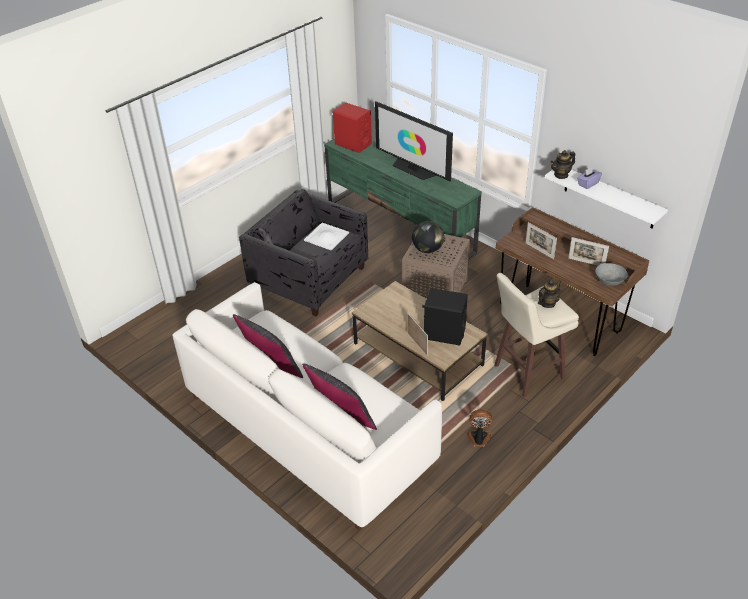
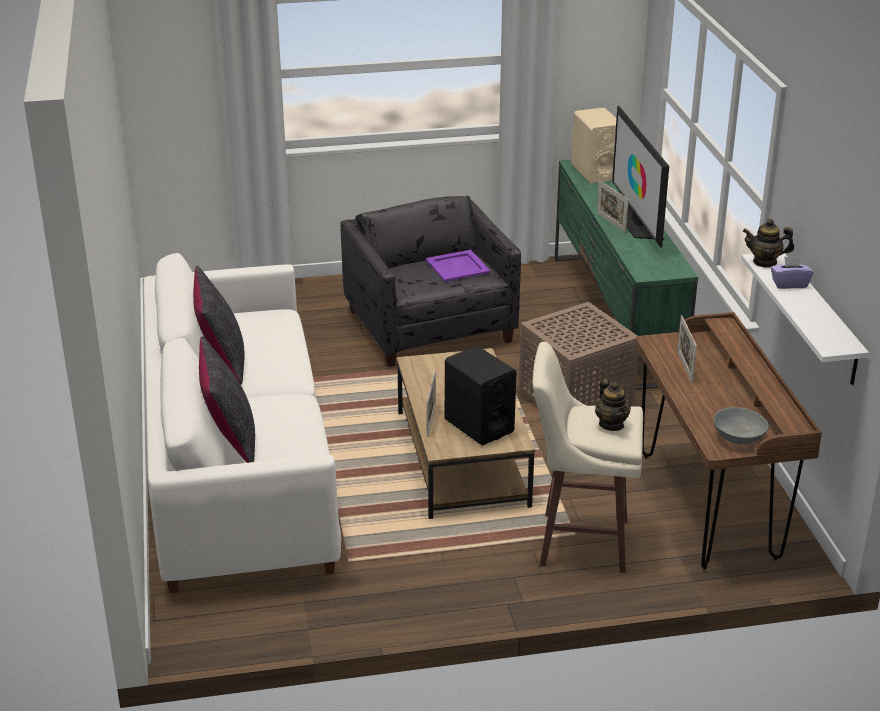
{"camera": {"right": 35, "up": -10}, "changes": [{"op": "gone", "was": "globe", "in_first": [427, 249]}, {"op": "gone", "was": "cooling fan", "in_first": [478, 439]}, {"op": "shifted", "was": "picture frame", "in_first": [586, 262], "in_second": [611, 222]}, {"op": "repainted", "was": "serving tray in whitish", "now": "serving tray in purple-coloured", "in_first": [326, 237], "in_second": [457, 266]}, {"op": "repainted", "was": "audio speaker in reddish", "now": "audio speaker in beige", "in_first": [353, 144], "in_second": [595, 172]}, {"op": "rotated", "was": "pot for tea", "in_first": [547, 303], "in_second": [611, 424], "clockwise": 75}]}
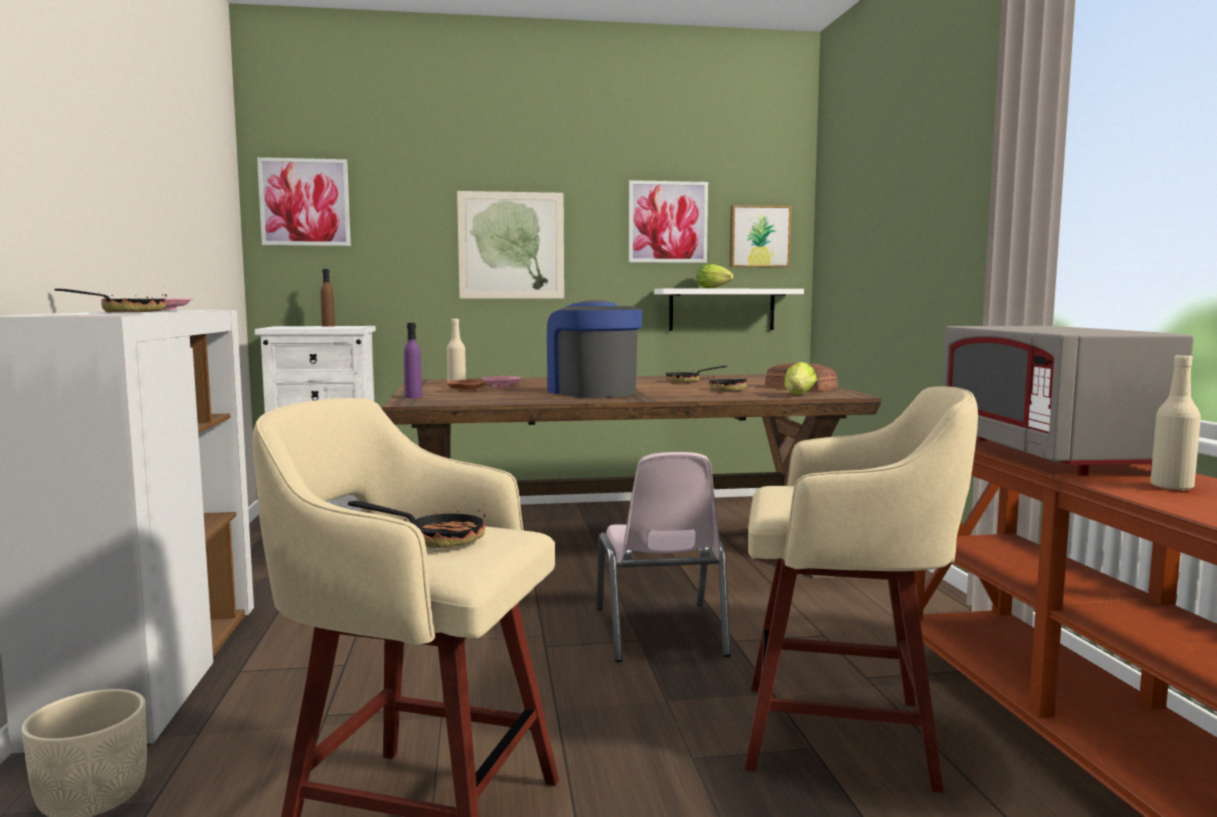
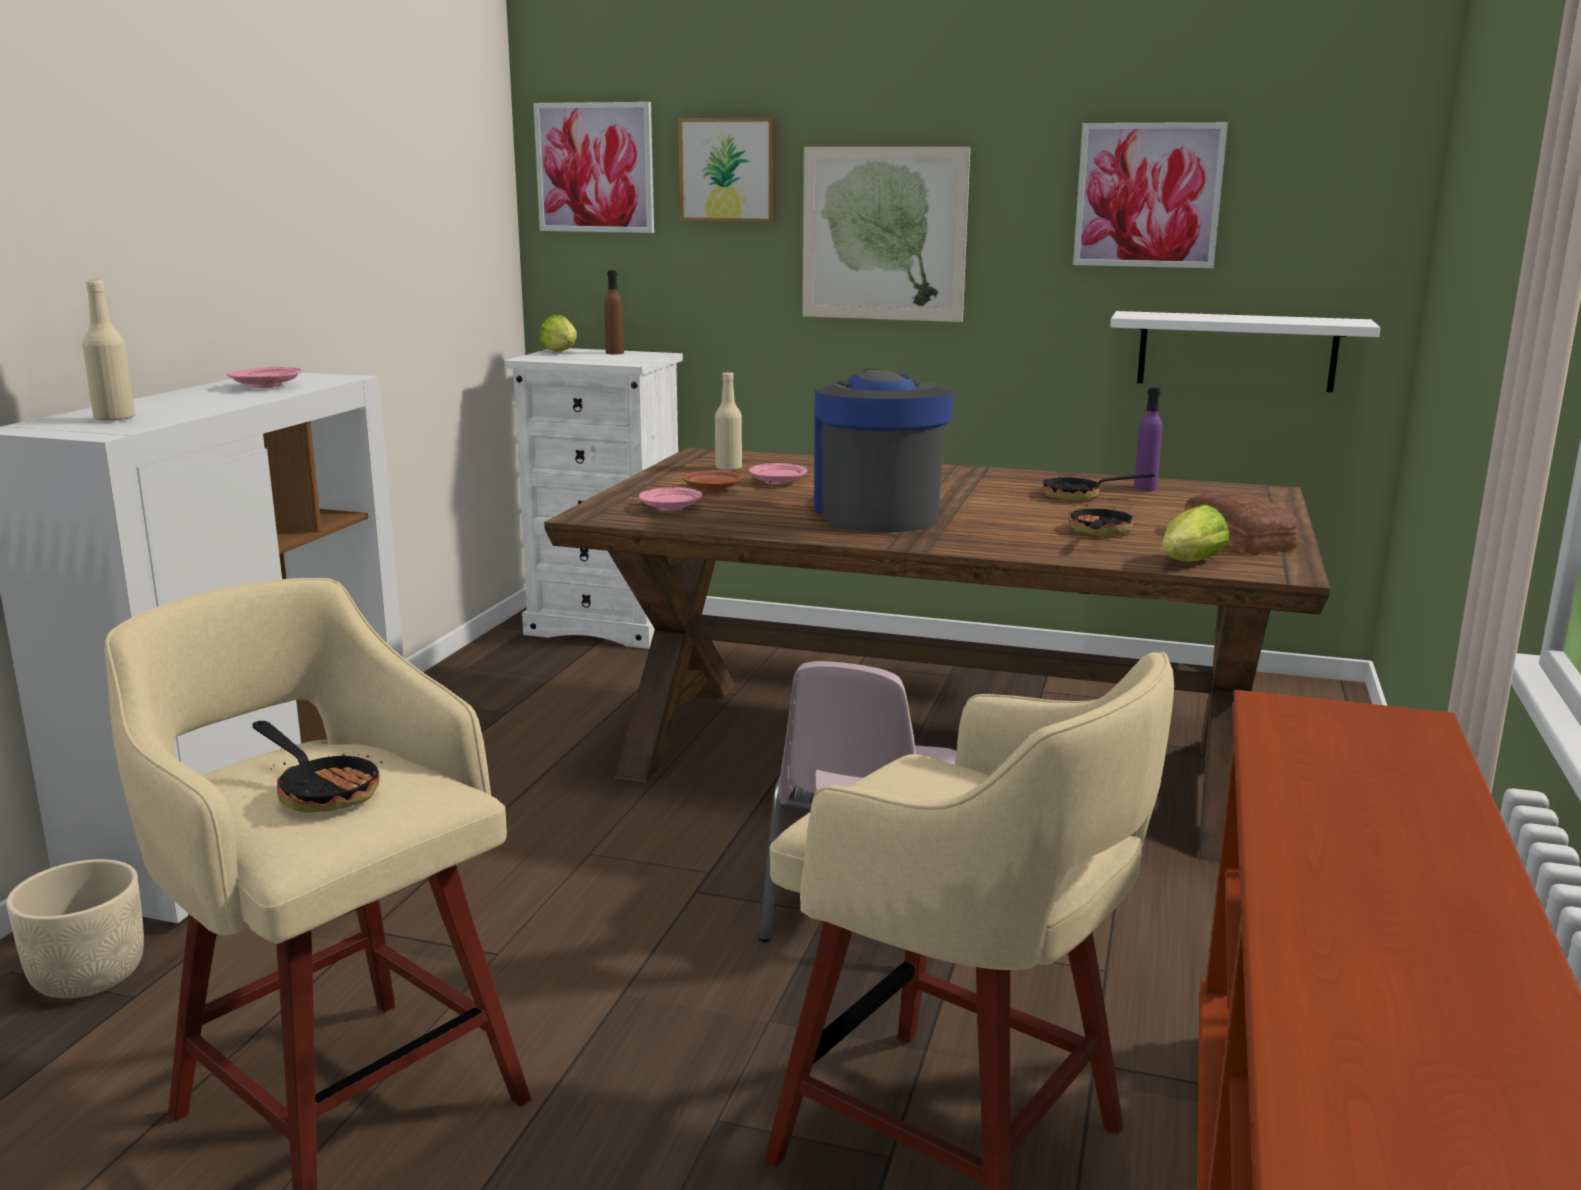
{"camera": {"right": 25, "up": 10}, "changes": [{"op": "gone", "was": "skillet", "in_first": [125, 312]}, {"op": "gone", "was": "microwave oven in gray", "in_first": [1046, 454]}, {"op": "new", "now": "flat dish in pinkish", "in_second": [671, 508]}, {"op": "shifted", "was": "bottle in purple-coloured", "in_first": [413, 397], "in_second": [1145, 488]}, {"op": "shifted", "was": "lettuce", "in_first": [715, 288], "in_second": [562, 352]}, {"op": "shifted", "was": "wall picture", "in_first": [759, 236], "in_second": [729, 170]}, {"op": "shifted", "was": "bottle in beige", "in_first": [1171, 487], "in_second": [114, 419]}]}
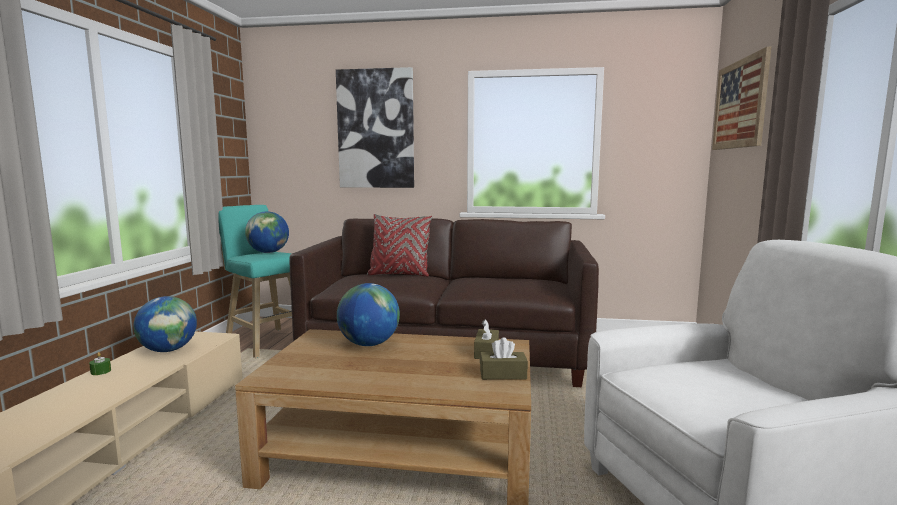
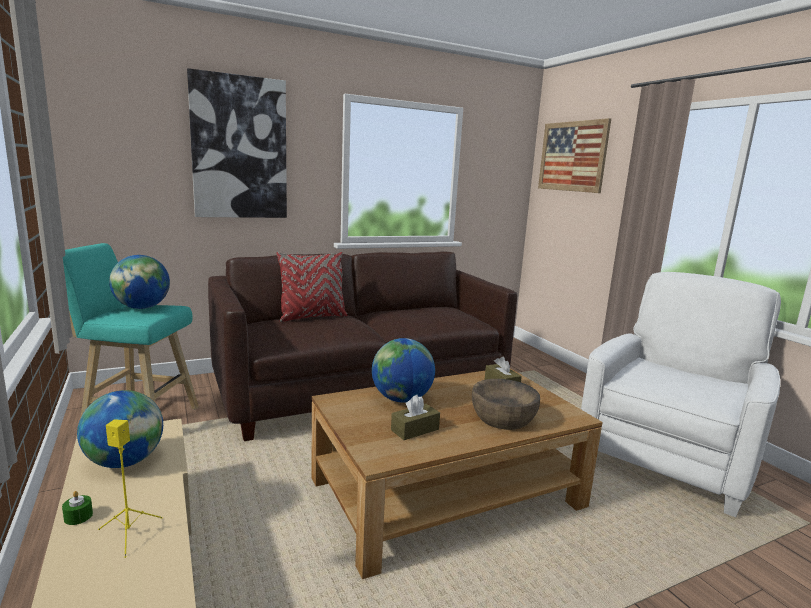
{"camera": {"right": -35, "up": 5}, "changes": [{"op": "new", "now": "audio speaker in yellow-coloured", "in_second": [129, 533]}, {"op": "new", "now": "deep dish in brownish", "in_second": [503, 418]}, {"op": "shifted", "was": "tissue holder in brownish", "in_first": [503, 374], "in_second": [415, 430]}]}
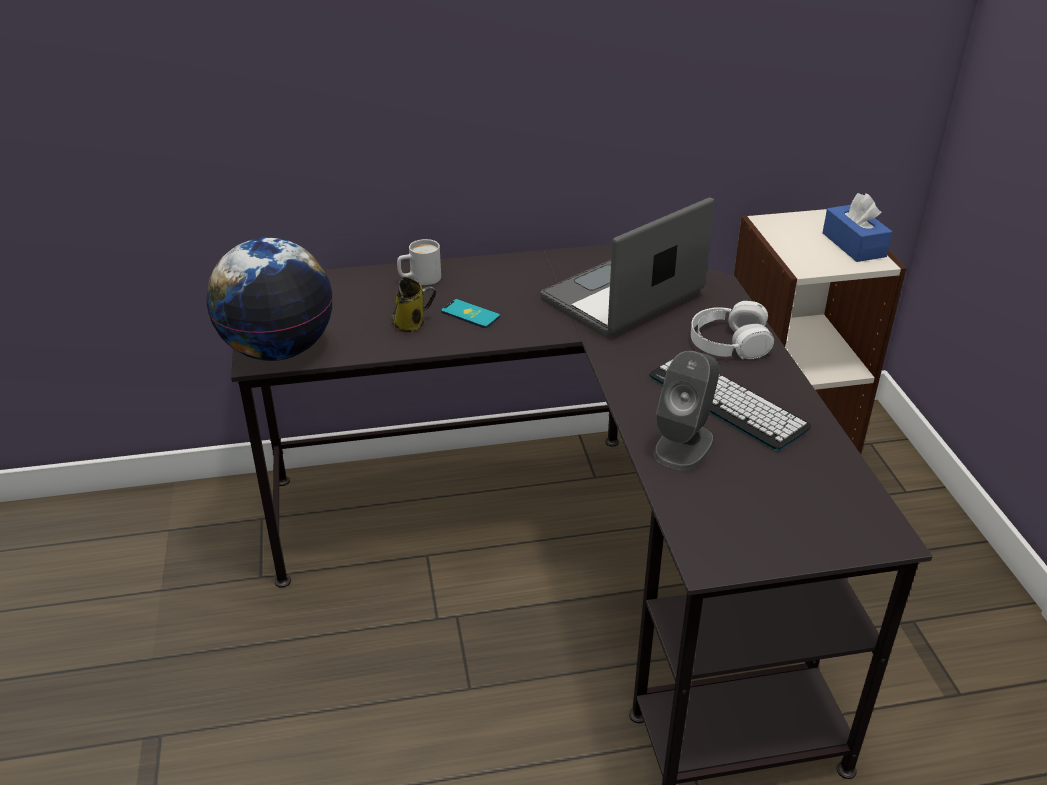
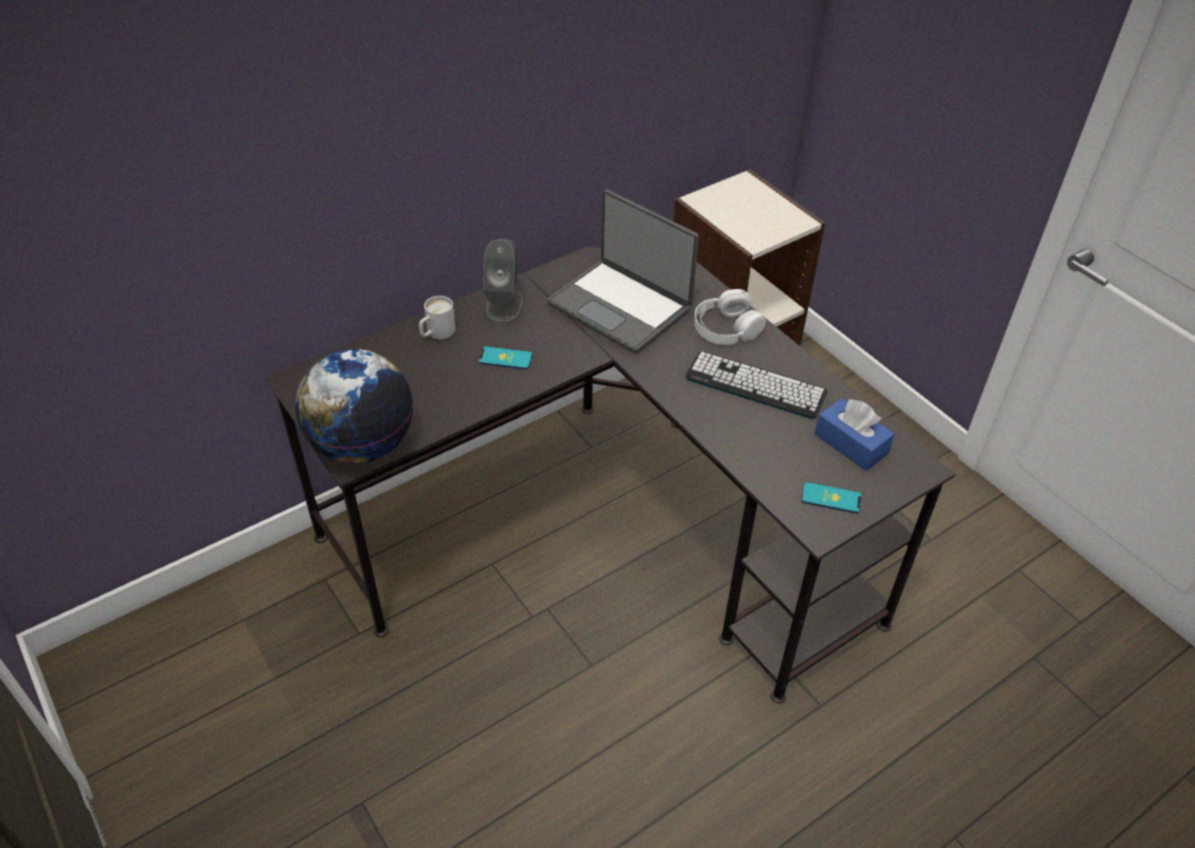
{"camera": {"right": -25, "up": 10}, "changes": [{"op": "gone", "was": "mug", "in_first": [411, 323]}, {"op": "new", "now": "handset", "in_second": [831, 498]}, {"op": "shifted", "was": "audio speaker in gray", "in_first": [684, 446], "in_second": [504, 306]}, {"op": "shifted", "was": "tissue holder in blue", "in_first": [853, 245], "in_second": [851, 444]}, {"op": "rotated", "was": "laptop", "in_first": [624, 298], "in_second": [621, 306], "clockwise": -75}]}
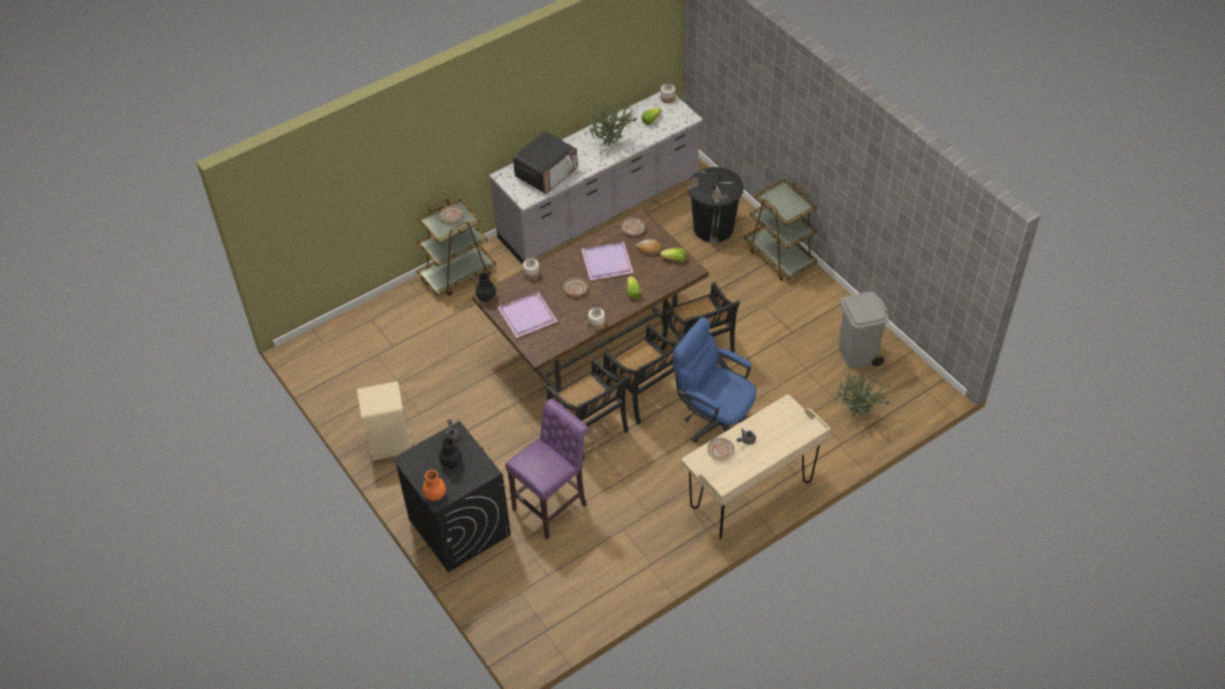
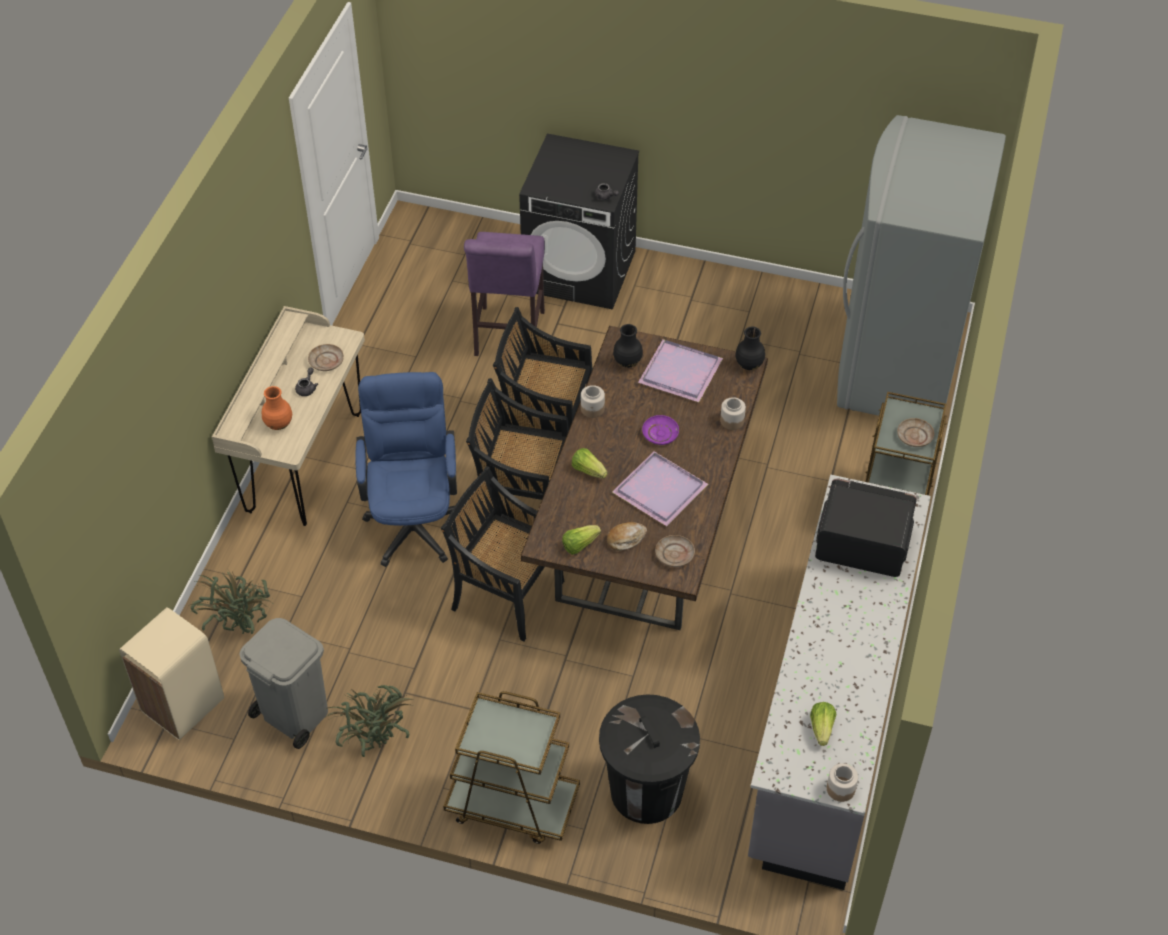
{"camera": {"right": 140, "up": 0}, "changes": [{"op": "new", "now": "refrigerator in gray", "in_second": [897, 366]}, {"op": "shifted", "was": "trash can in beige", "in_first": [390, 444], "in_second": [182, 705]}, {"op": "shifted", "was": "vase in orange", "in_first": [435, 496], "in_second": [278, 423]}, {"op": "shifted", "was": "vase in blackish", "in_first": [451, 463], "in_second": [628, 362]}, {"op": "shifted", "was": "houseplant", "in_first": [611, 145], "in_second": [375, 744]}, {"op": "repainted", "was": "flat dish in beige", "now": "flat dish in purple-coloured", "in_first": [575, 289], "in_second": [660, 434]}, {"op": "rotated", "was": "microwave oven", "in_first": [546, 173], "in_second": [861, 543], "clockwise": 105}, {"op": "rotated", "was": "computer chair in blue", "in_first": [714, 420], "in_second": [413, 519], "clockwise": -90}]}
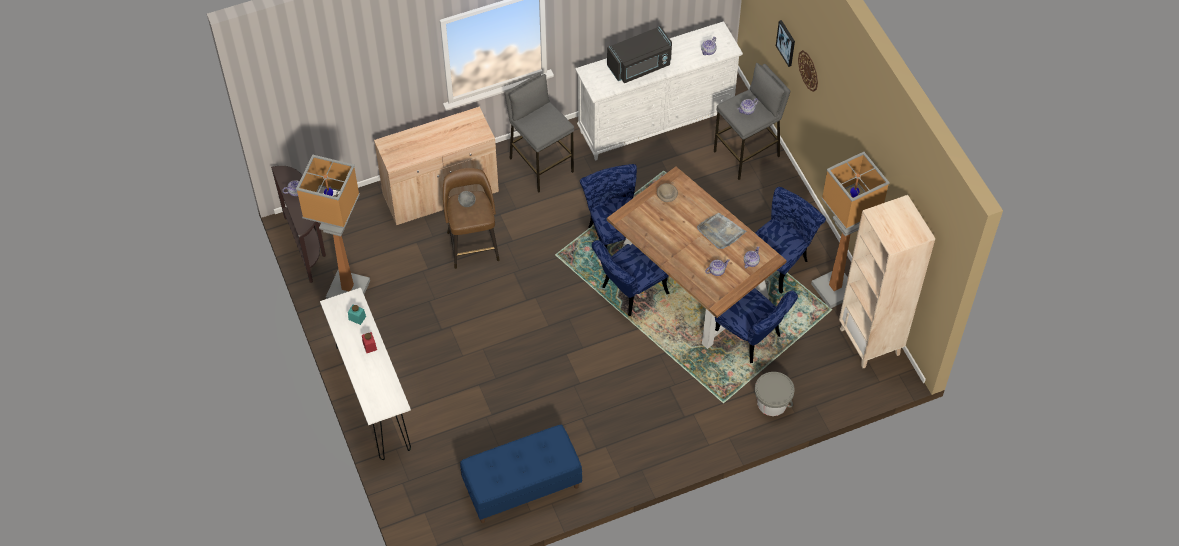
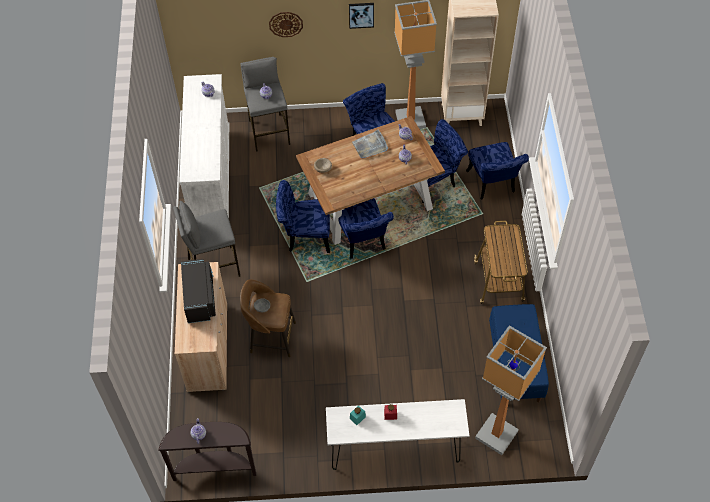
{"camera": {"right": -70, "up": 0}, "changes": [{"op": "new", "now": "trolley", "in_second": [498, 283]}, {"op": "shifted", "was": "floor lamp", "in_first": [347, 289], "in_second": [495, 435]}, {"op": "shifted", "was": "microwave oven in blackish", "in_first": [640, 66], "in_second": [200, 298]}, {"op": "shifted", "was": "wall picture", "in_first": [786, 43], "in_second": [361, 14]}, {"op": "swapped", "was": "bucket in gray", "now": "plain chair in blue", "in_first": [772, 403], "in_second": [492, 185]}]}
